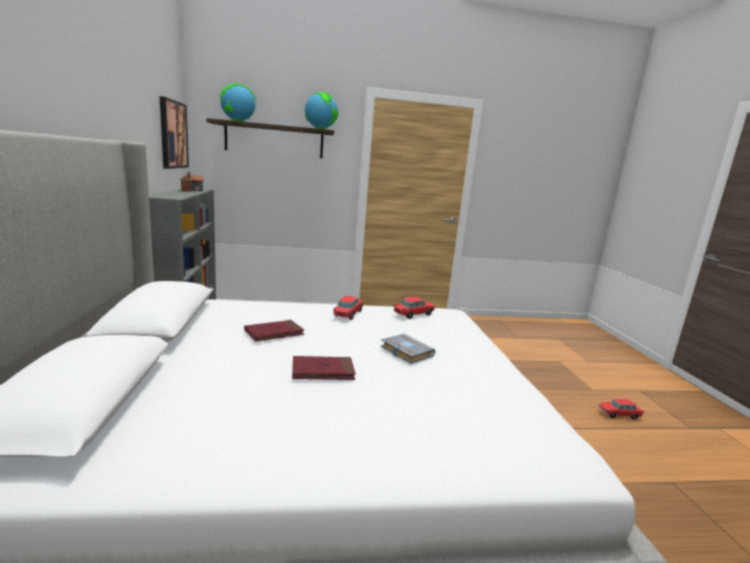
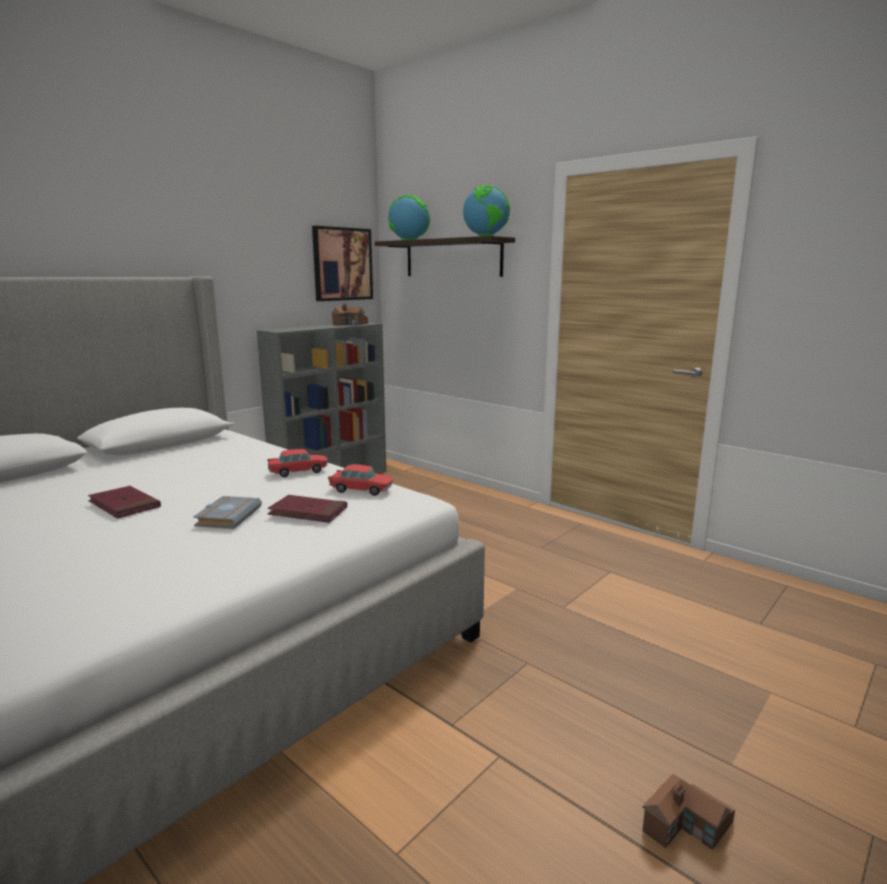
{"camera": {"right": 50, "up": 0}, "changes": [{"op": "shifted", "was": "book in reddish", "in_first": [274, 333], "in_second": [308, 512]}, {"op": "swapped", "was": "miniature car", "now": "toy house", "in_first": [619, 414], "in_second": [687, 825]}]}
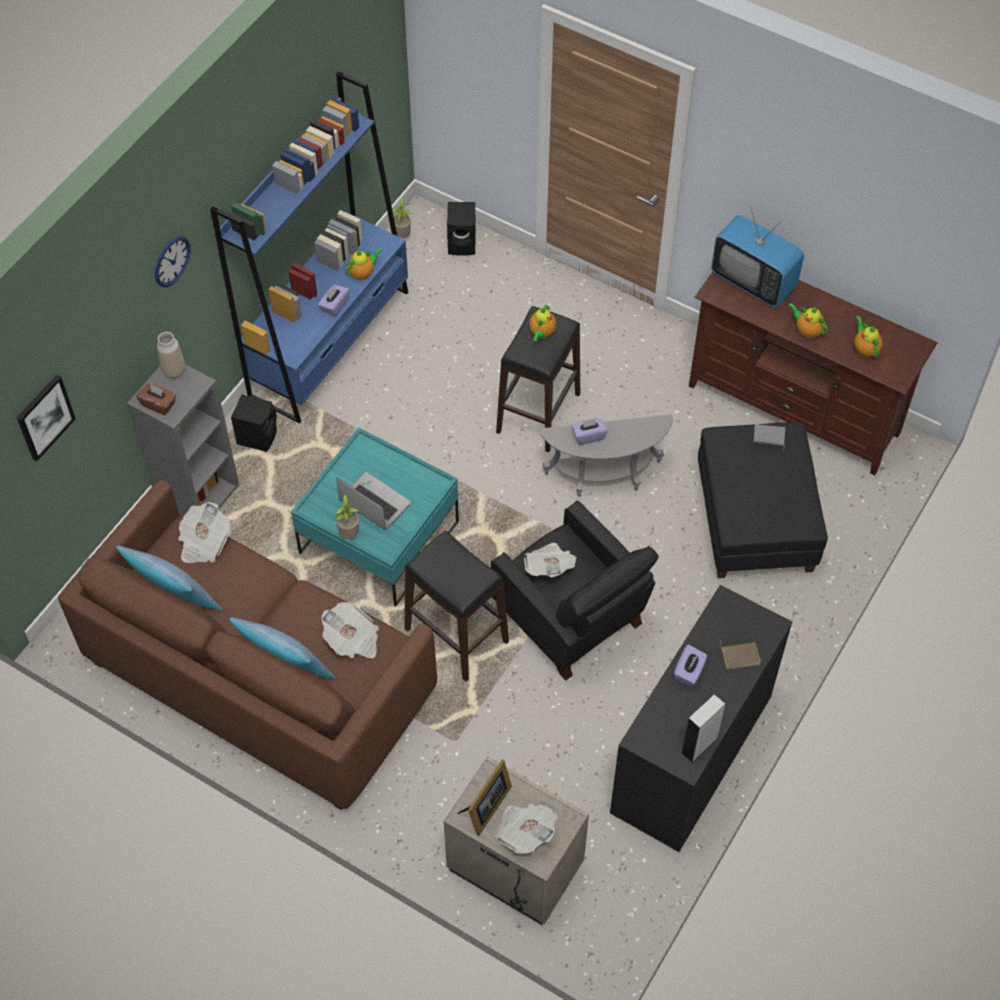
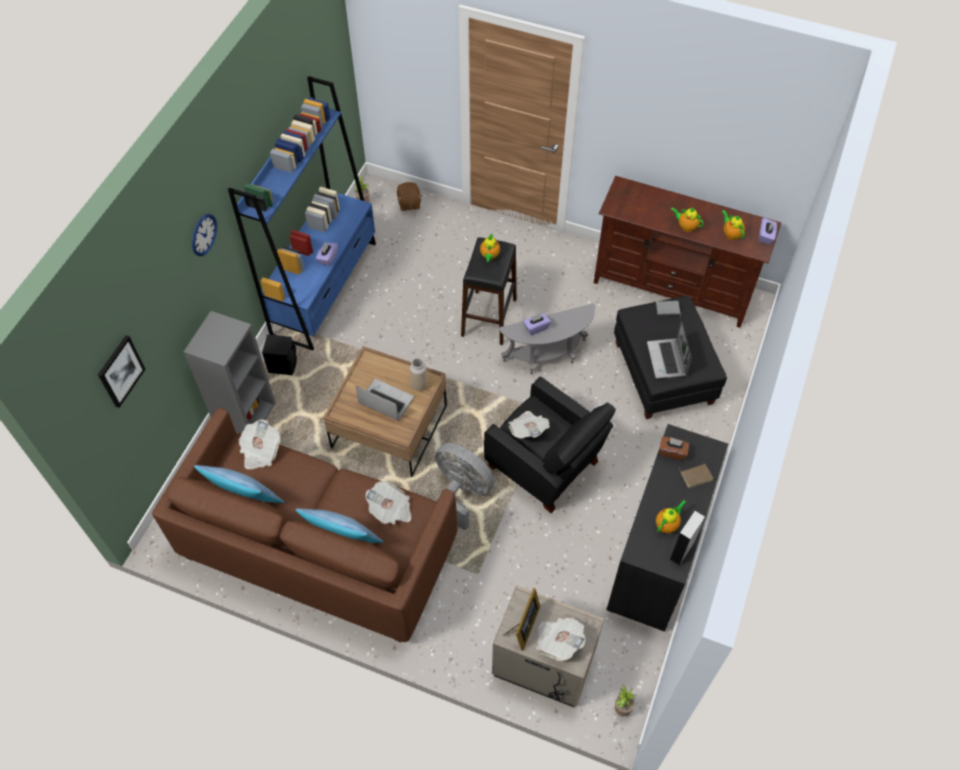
{"camera": {"right": -10, "up": 0}, "changes": [{"op": "gone", "was": "television", "in_first": [753, 281]}, {"op": "new", "now": "laptop", "in_second": [667, 360]}, {"op": "shifted", "was": "tissue holder in brownish", "in_first": [158, 404], "in_second": [672, 452]}, {"op": "shifted", "was": "vase", "in_first": [174, 371], "in_second": [419, 385]}, {"op": "shifted", "was": "houseplant", "in_first": [349, 534], "in_second": [621, 708]}, {"op": "shifted", "was": "pot for tea", "in_first": [363, 273], "in_second": [667, 524]}, {"op": "shifted", "was": "tissue holder in purple-coloured", "in_first": [689, 672], "in_second": [765, 236]}, {"op": "swapped", "was": "stool in blackish", "now": "cooling fan in gray", "in_first": [456, 635], "in_second": [462, 492]}, {"op": "swapped", "was": "audio speaker in blackish", "now": "cuddly toy in brownish", "in_first": [463, 243], "in_second": [409, 203]}, {"op": "repainted", "was": "coffee table in turquoise-coloured", "now": "coffee table in brownish", "in_first": [379, 538], "in_second": [389, 427]}]}
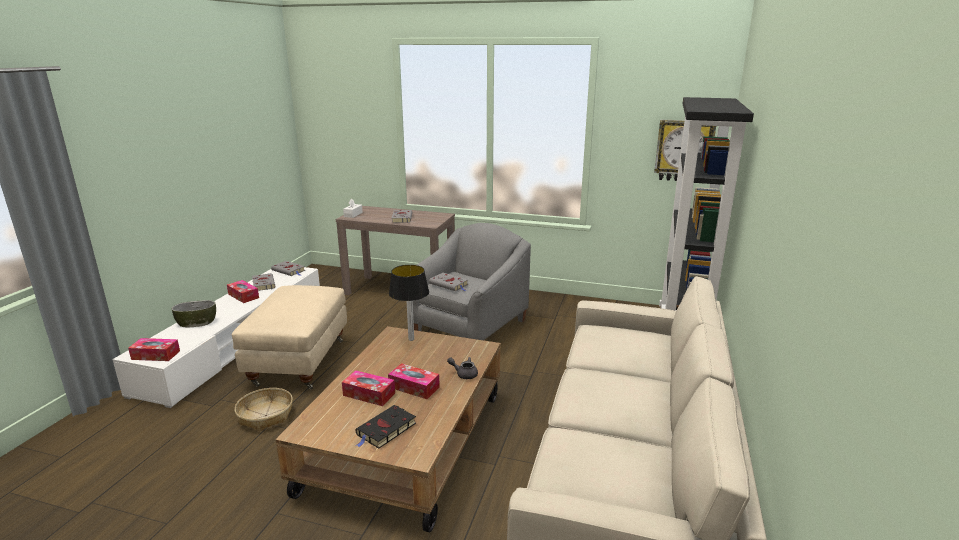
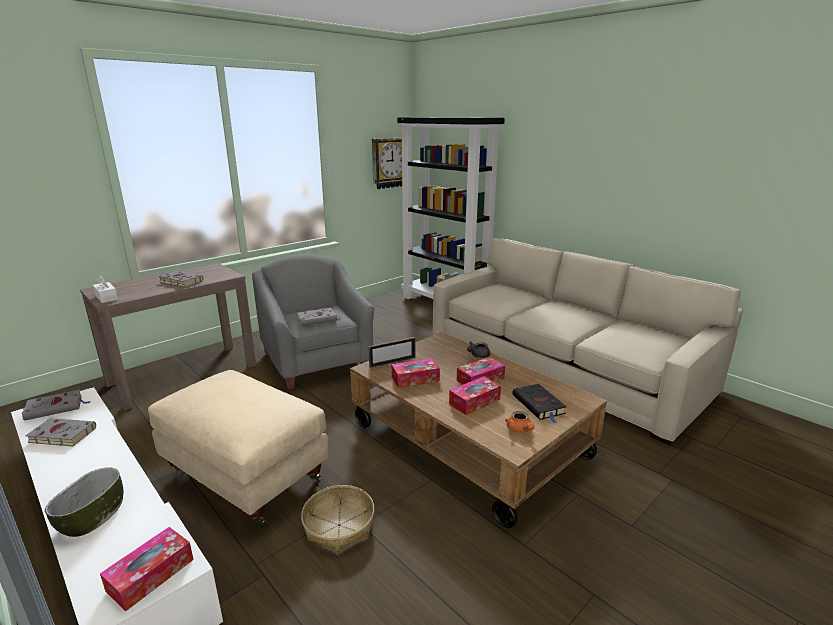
{"camera": {"right": -60, "up": 0}, "changes": [{"op": "new", "now": "pot for tea in orange", "in_second": [520, 430]}, {"op": "shifted", "was": "tissue holder", "in_first": [243, 296], "in_second": [415, 379]}, {"op": "swapped", "was": "table lamp", "now": "picture frame", "in_first": [411, 339], "in_second": [392, 362]}]}
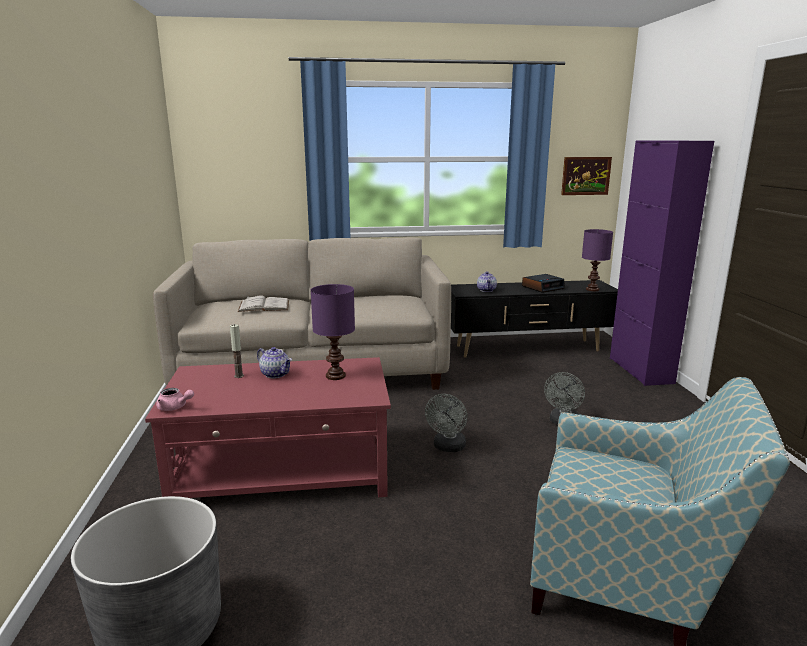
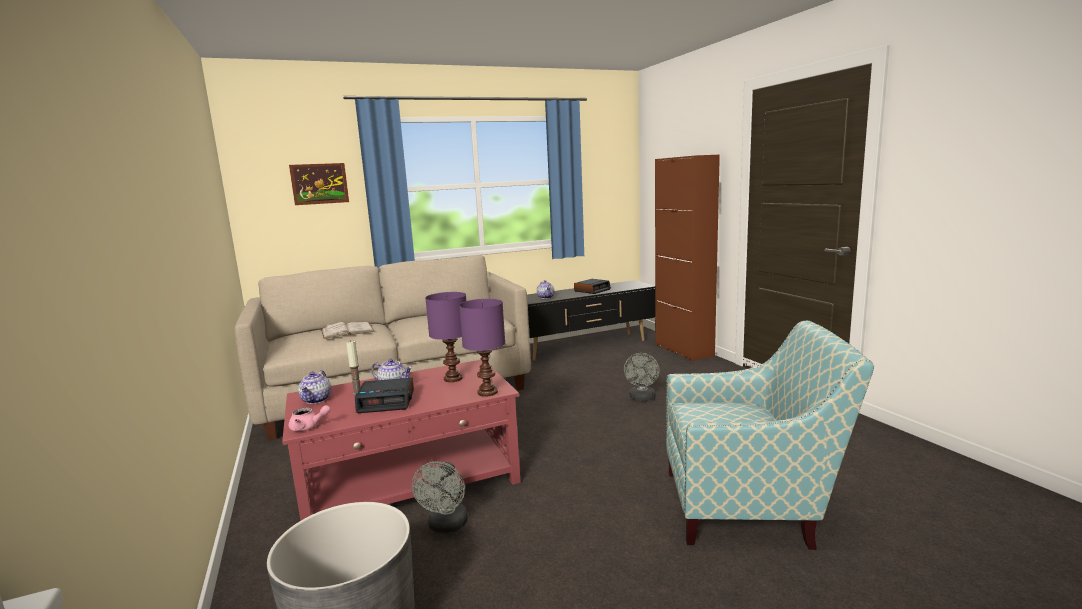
{"camera": {"right": -15, "up": -5}, "changes": [{"op": "new", "now": "pot for tea", "in_second": [317, 400]}, {"op": "new", "now": "bedside clock", "in_second": [387, 401]}, {"op": "shifted", "was": "cooling fan in gray", "in_first": [448, 447], "in_second": [446, 526]}, {"op": "shifted", "was": "wall picture", "in_first": [586, 176], "in_second": [319, 183]}, {"op": "shifted", "was": "table lamp in purple-coloured", "in_first": [593, 289], "in_second": [488, 392]}, {"op": "repainted", "was": "cupboard in purple-coloured", "now": "cupboard in brownish", "in_first": [640, 370], "in_second": [683, 350]}]}
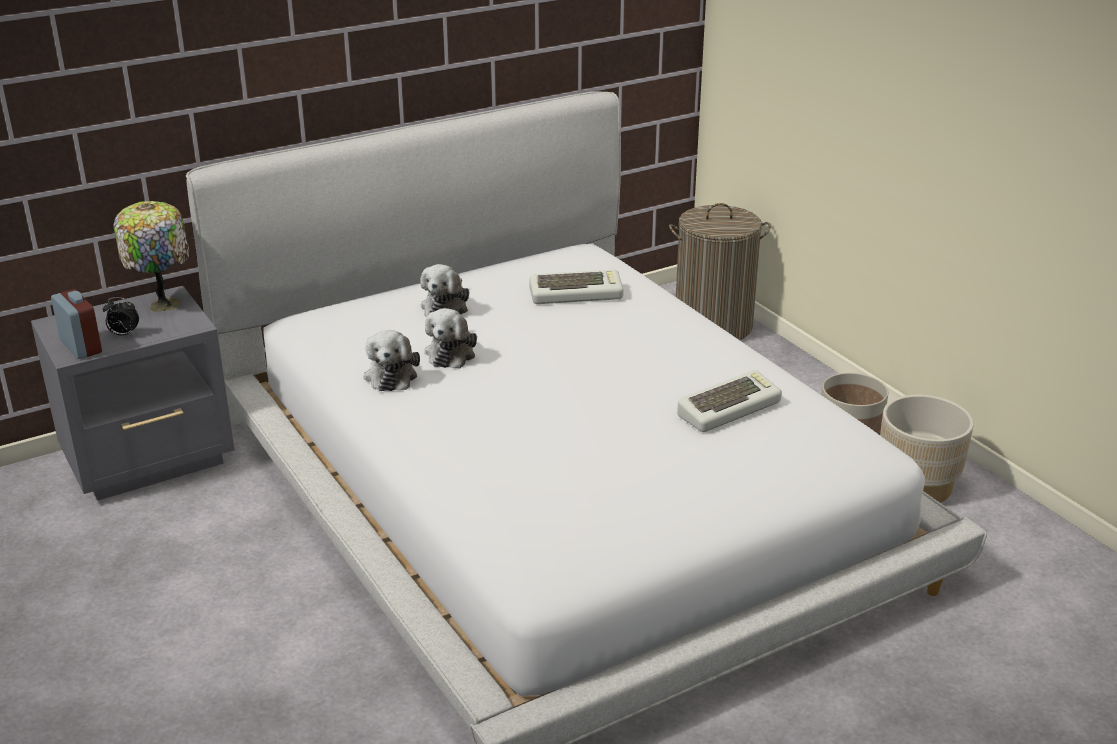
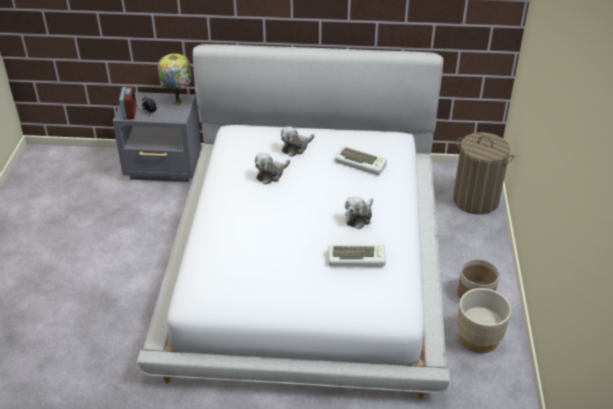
{"camera": {"right": 35, "up": 10}, "changes": [{"op": "shifted", "was": "cuddly toy", "in_first": [391, 375], "in_second": [359, 217]}]}
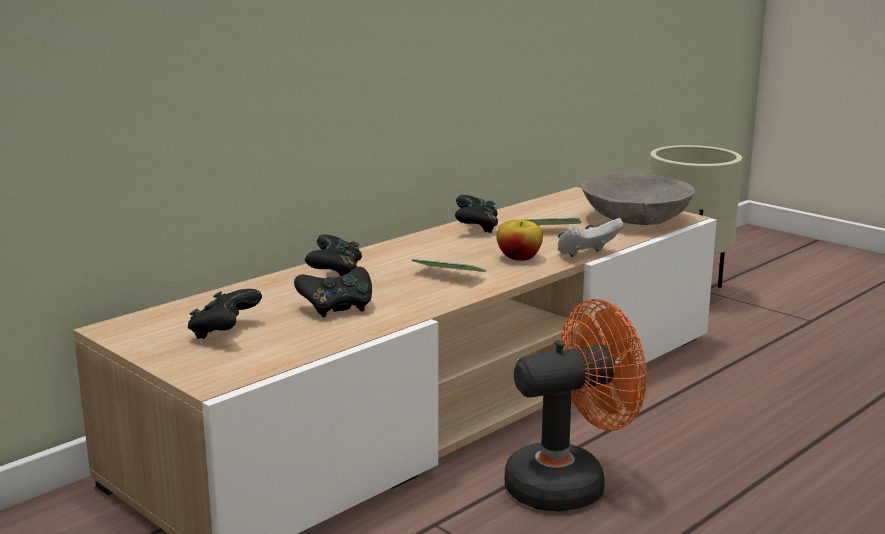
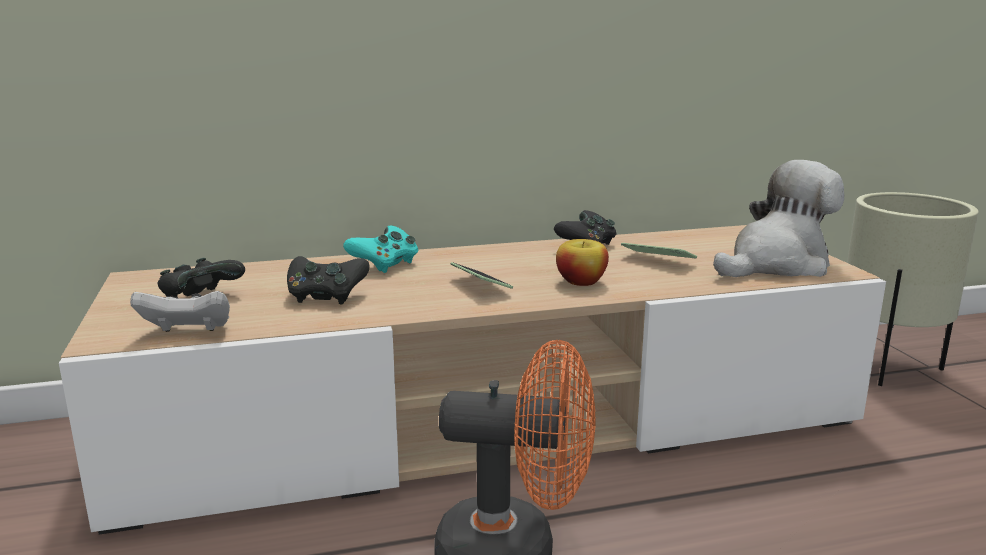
{"camera": {"right": 30, "up": 0}, "changes": [{"op": "shifted", "was": "joypad in whitish", "in_first": [586, 254], "in_second": [188, 332]}, {"op": "swapped", "was": "deep dish in gray", "now": "cuddly toy", "in_first": [634, 219], "in_second": [776, 264]}, {"op": "repainted", "was": "joypad in blackish", "now": "joypad in turquoise-coloured", "in_first": [335, 273], "in_second": [385, 265]}]}
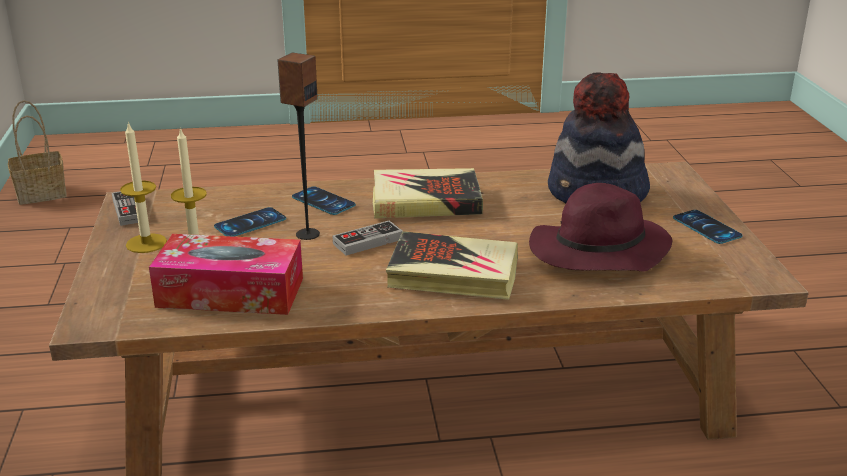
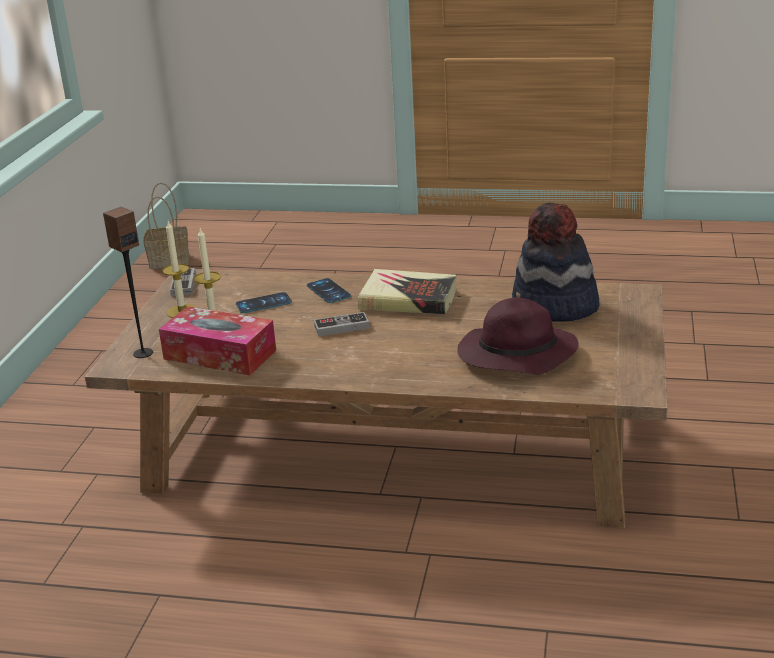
{"camera": {"right": 20, "up": 0}, "changes": [{"op": "gone", "was": "book", "in_first": [453, 274]}, {"op": "gone", "was": "handset", "in_first": [706, 227]}, {"op": "shifted", "was": "audio speaker", "in_first": [307, 234], "in_second": [143, 353]}]}
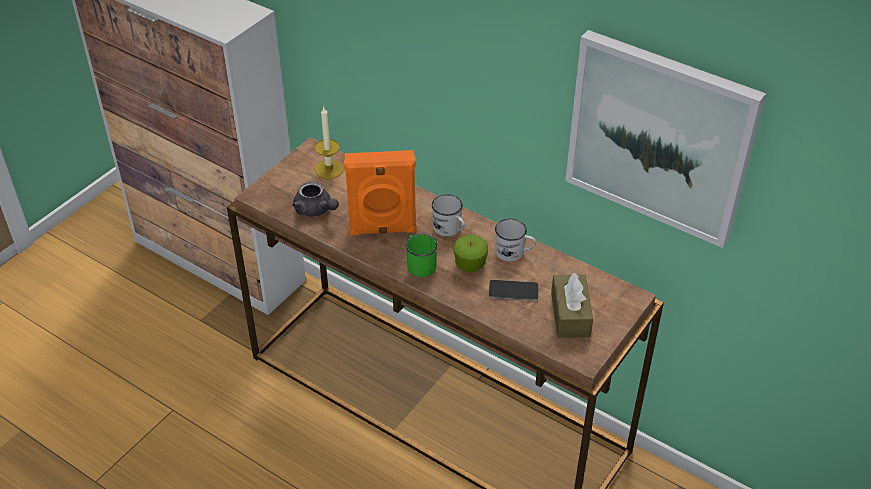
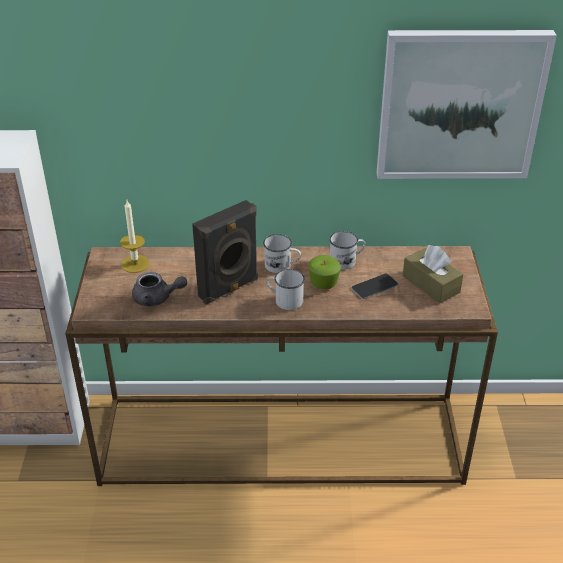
{"camera": {"right": -35, "up": -5}, "changes": [{"op": "repainted", "was": "audio speaker in orange", "now": "audio speaker in blackish", "in_first": [382, 230], "in_second": [229, 289]}, {"op": "repainted", "was": "mug in green", "now": "mug in whitish", "in_first": [419, 264], "in_second": [285, 300]}]}
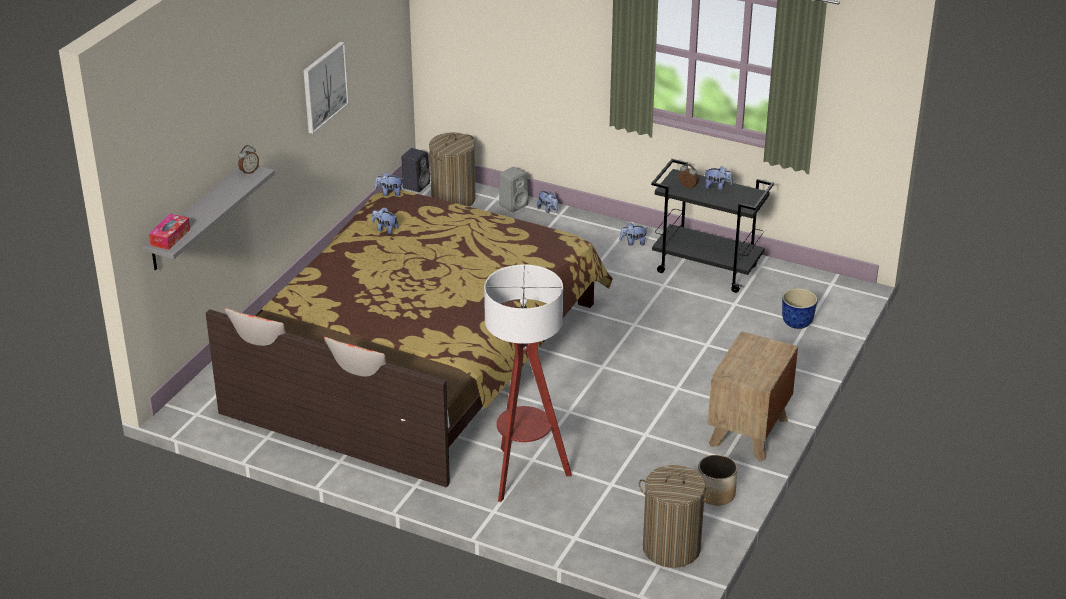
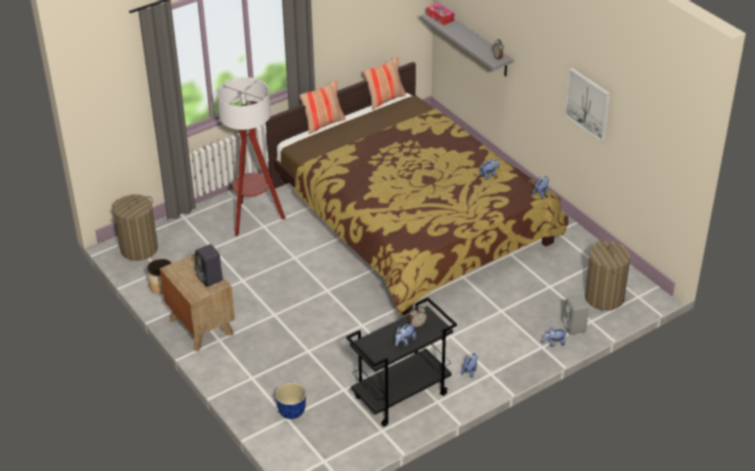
{"camera": {"right": 120, "up": 5}, "changes": [{"op": "shifted", "was": "audio speaker in blackish", "in_first": [416, 185], "in_second": [210, 279]}]}
